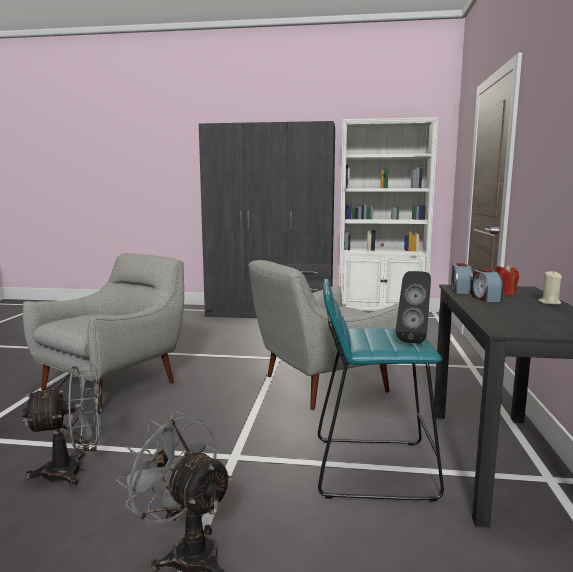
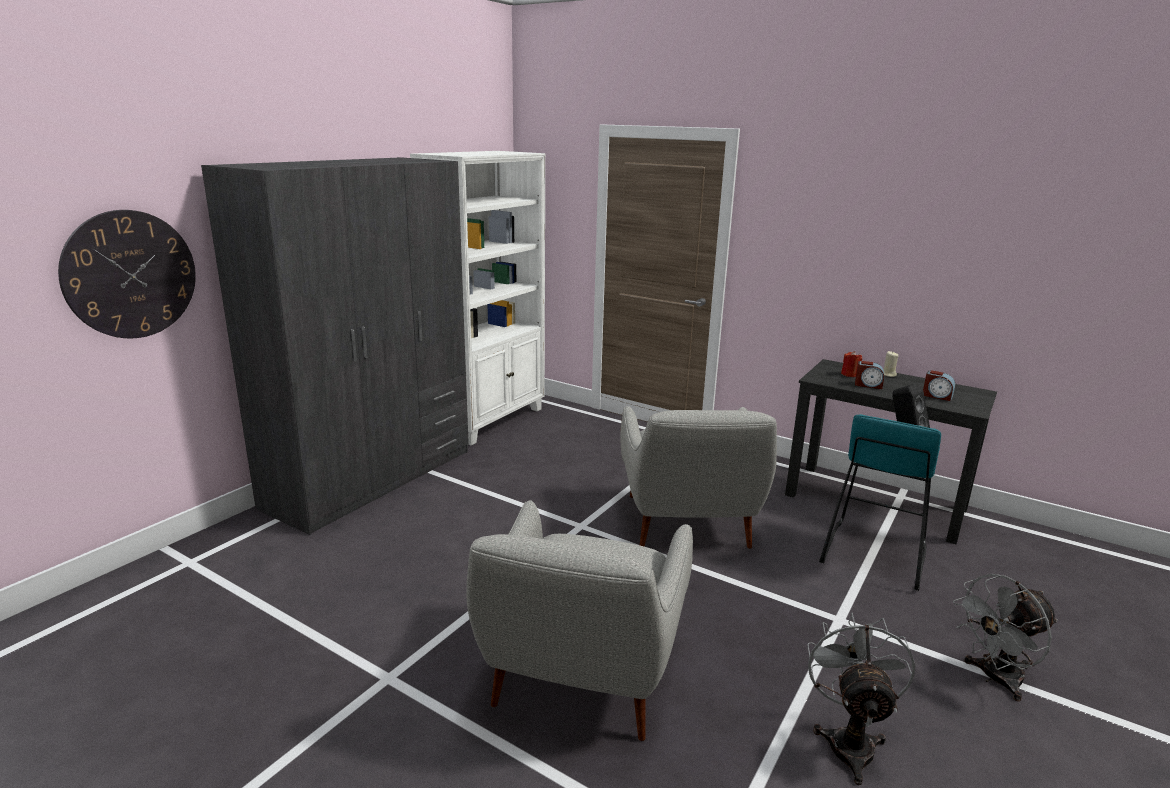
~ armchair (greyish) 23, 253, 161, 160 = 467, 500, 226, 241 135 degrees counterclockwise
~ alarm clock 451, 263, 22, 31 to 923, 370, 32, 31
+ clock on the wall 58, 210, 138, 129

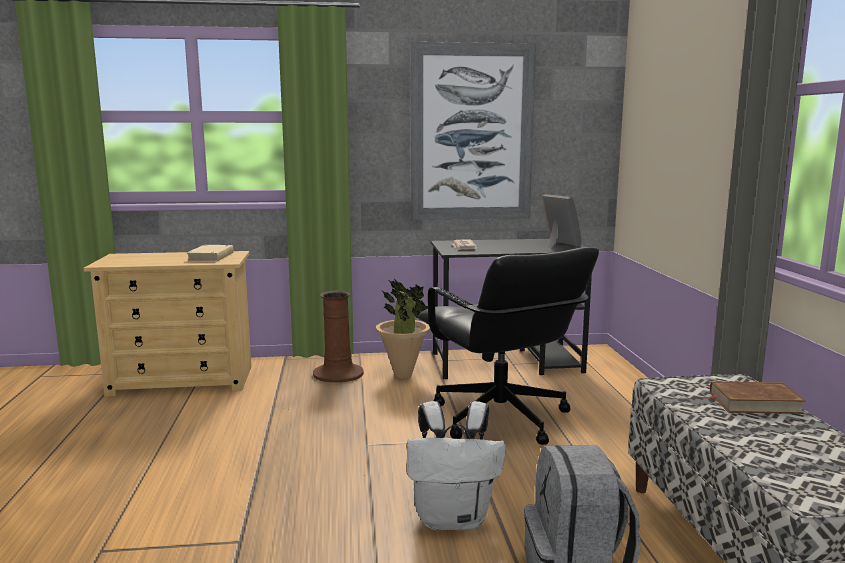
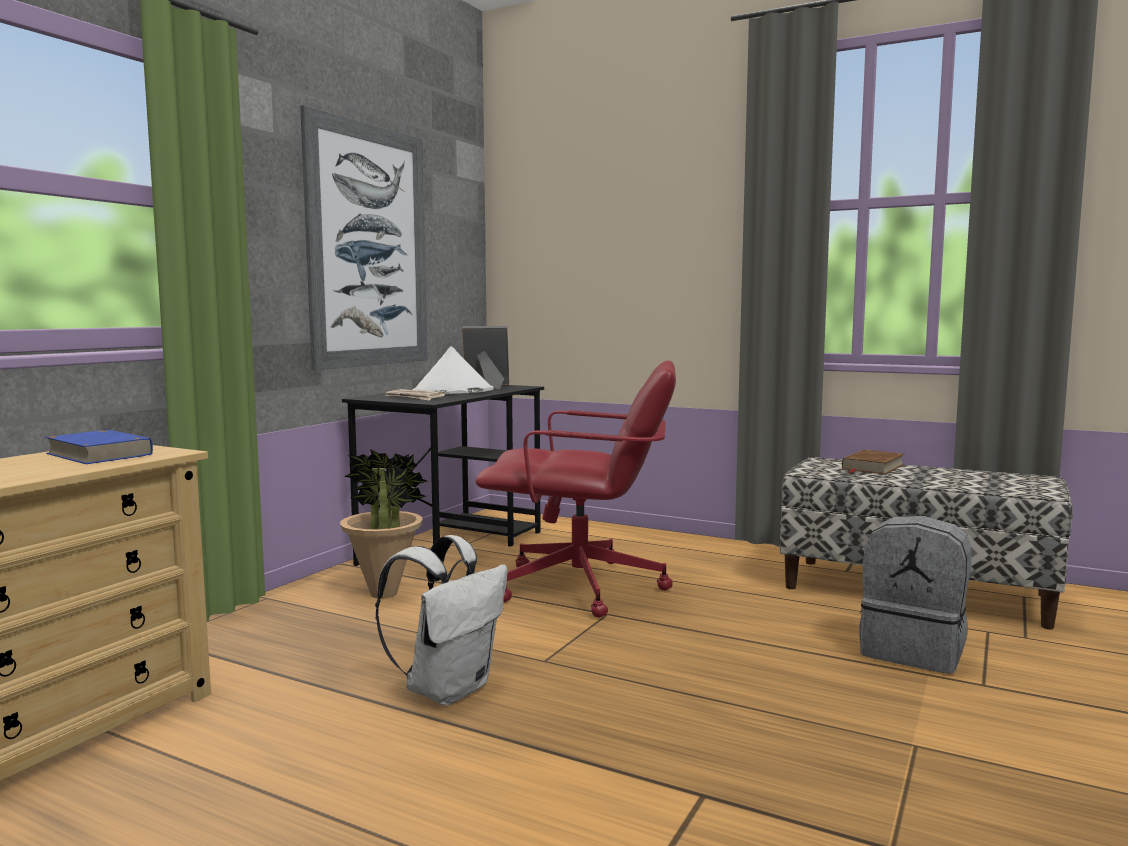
~ book (beige) 187, 245, 47, 17 to book (blue) 45, 430, 108, 34
- flower vase (brownish) 313, 290, 51, 93
~ rucksack (white) 407, 401, 99, 129 to 375, 535, 133, 170
~ office chair (black) 418, 247, 181, 198 to office chair (red) 475, 361, 201, 257
+ clothing hat (white) 412, 346, 82, 48

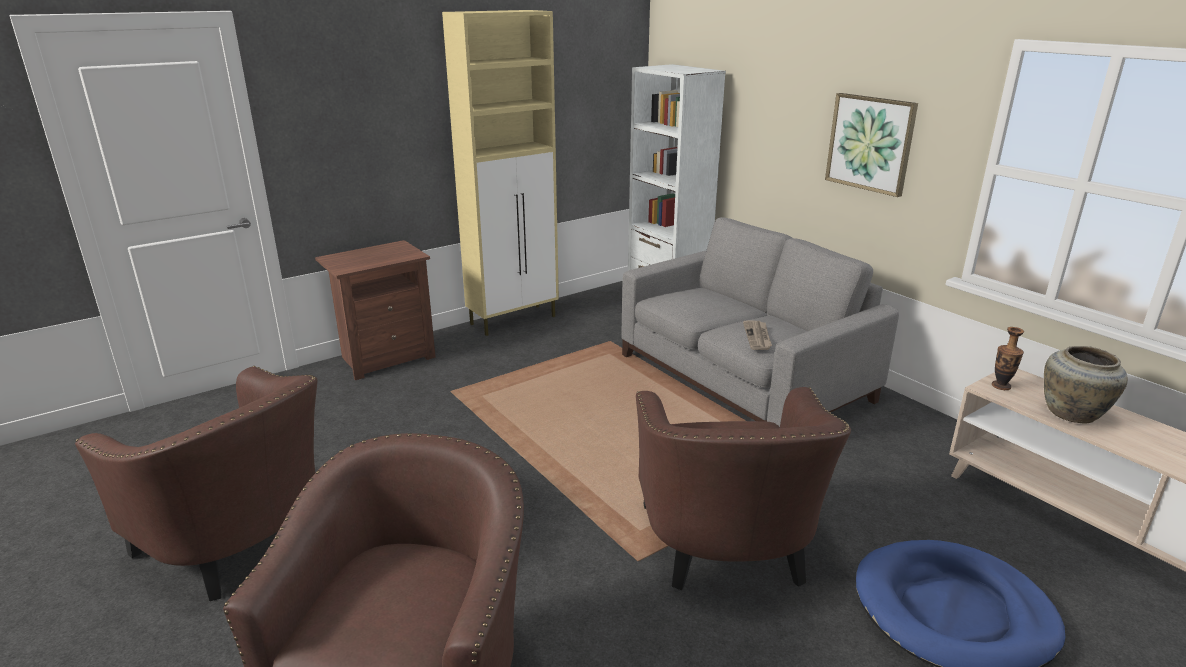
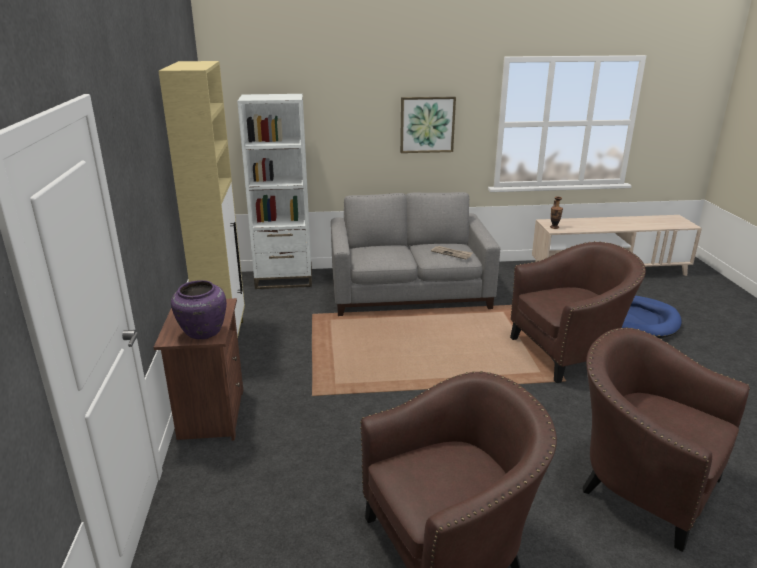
~ armchair (brownish) 636, 387, 215, 203 = 510, 241, 136, 142 45 degrees counterclockwise
- flower vase (beige) 1044, 346, 84, 77
+ flower vase (purplish) 171, 280, 56, 60

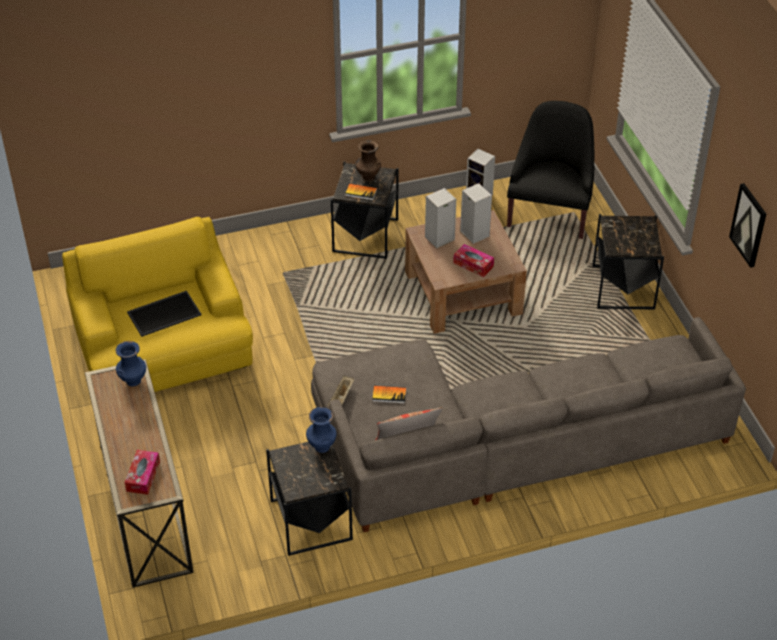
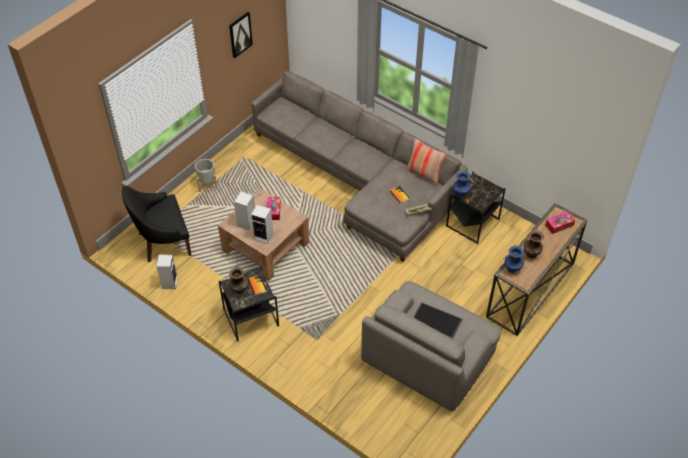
~ armchair (yellow-coloured) 62, 217, 191, 175 to armchair (greyish) 361, 281, 140, 131
~ end table (black) 592, 214, 72, 96 to flower pot (greyish) 195, 159, 23, 33
+ flower vase (brownish) 524, 230, 20, 28

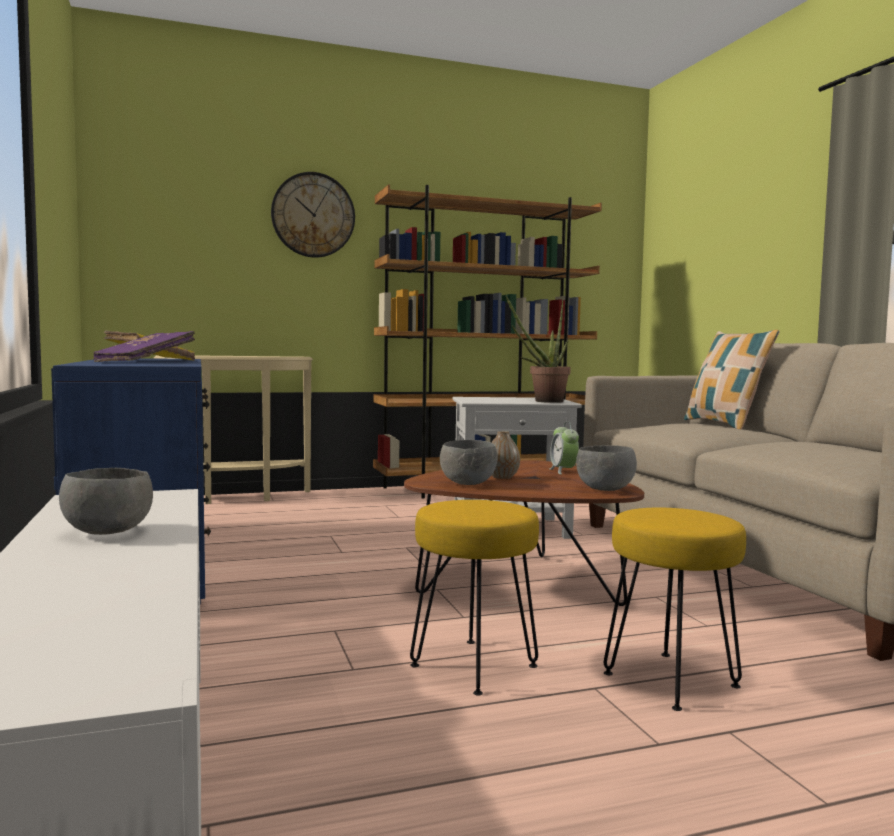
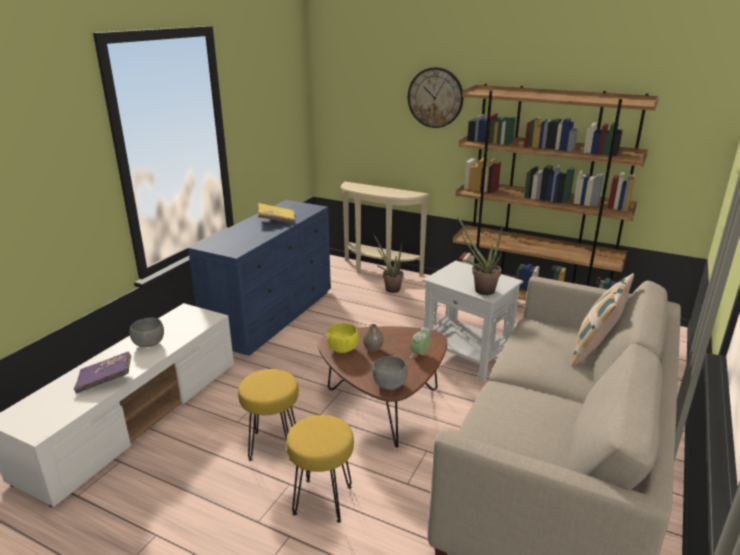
~ book (purplish) 93, 331, 102, 31 to 74, 352, 57, 42
~ deep dish (greyish) 440, 440, 58, 45 to deep dish (yellow-coloured) 326, 323, 33, 30
+ plant in a pot 373, 234, 31, 59

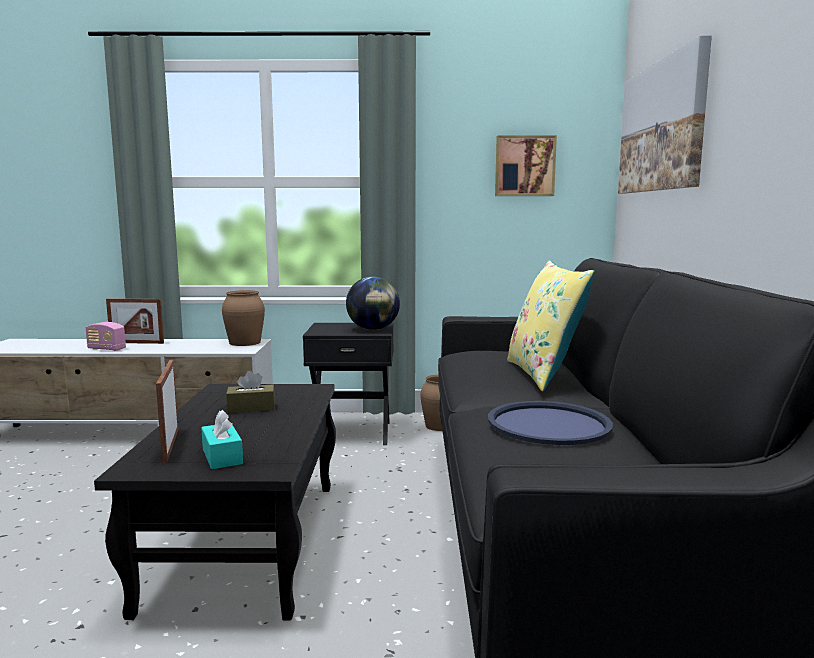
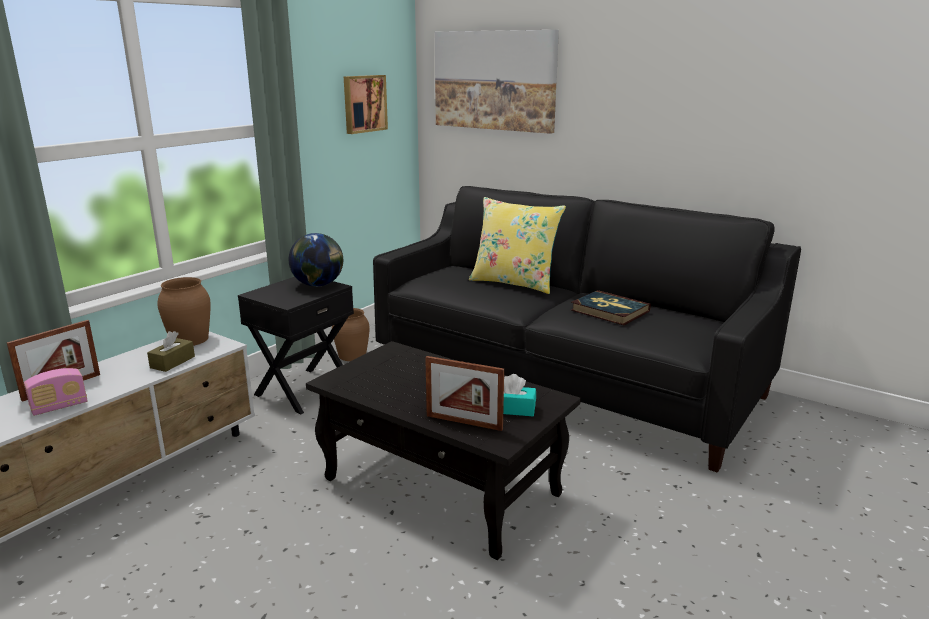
~ tissue box (brownish) 226, 371, 49, 42 to 147, 331, 48, 41
~ tray (blue) 488, 401, 125, 44 to book 571, 290, 80, 35

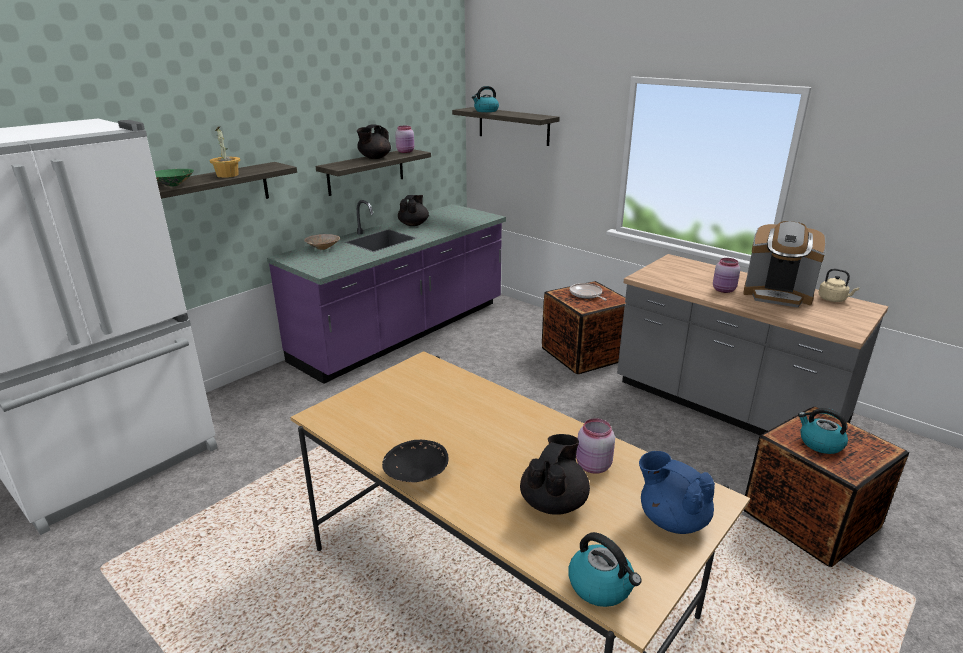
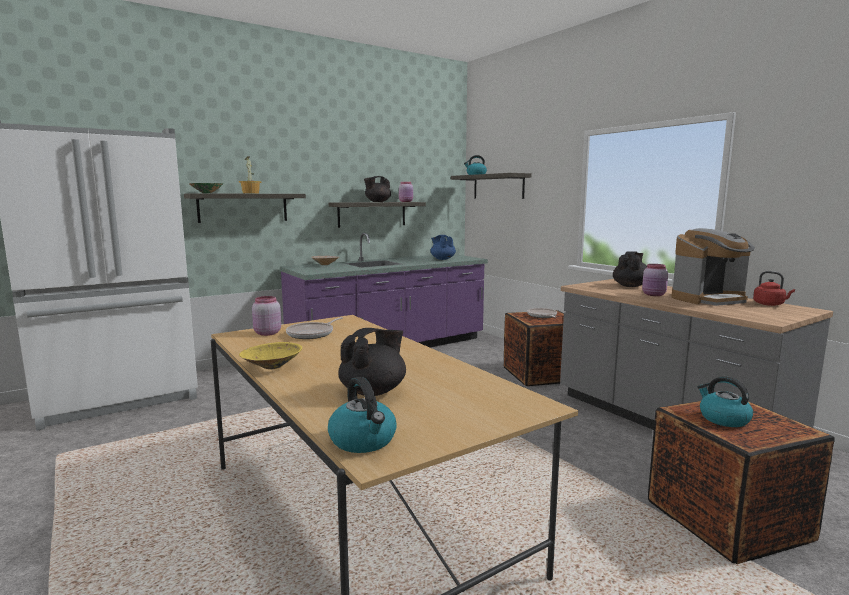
~ deep dish (black) 382, 440, 67, 42 to deep dish (yellow-coloured) 239, 342, 63, 27
~ tea pot (black) 398, 195, 31, 31 to 613, 251, 34, 36
~ jar (pink-coloured) 576, 418, 39, 56 to 252, 296, 29, 40
~ tea pot (blue) 639, 451, 76, 83 to 430, 235, 26, 25
~ coffee brewer 743, 221, 83, 87 = 671, 228, 84, 78 60 degrees counterclockwise
~ tea kettle (beige) 818, 268, 41, 34 to tea kettle (red) 753, 271, 42, 35
+ skillet 286, 317, 57, 22

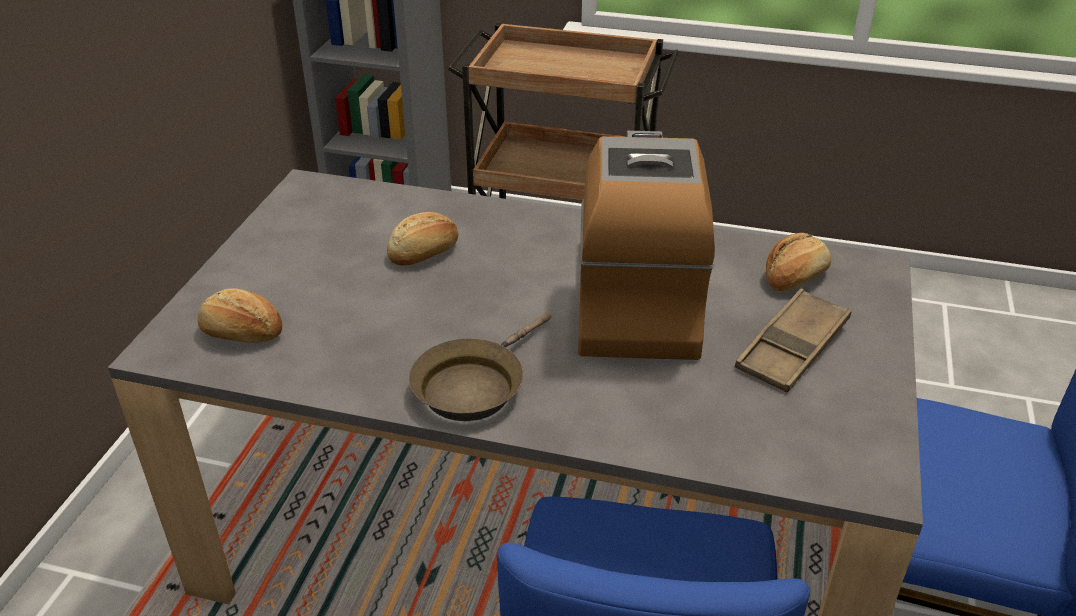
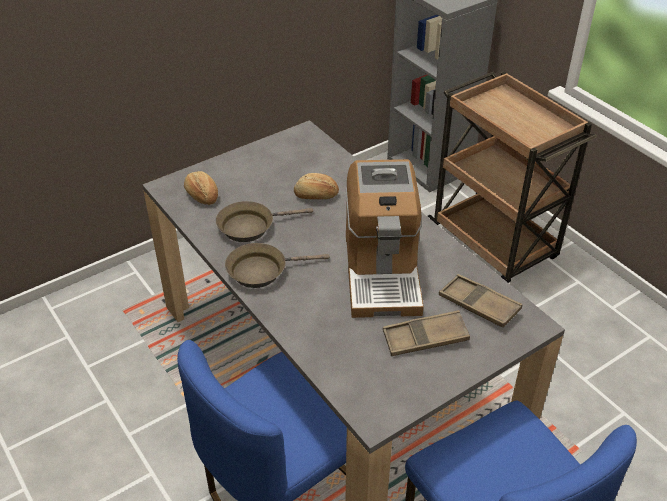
~ coffee brewer 578, 131, 137, 229 = 346, 159, 78, 159 135 degrees clockwise
~ bread 766, 233, 65, 59 to tray (brownish) 439, 274, 83, 53
+ skillet (brownish) 216, 201, 97, 41

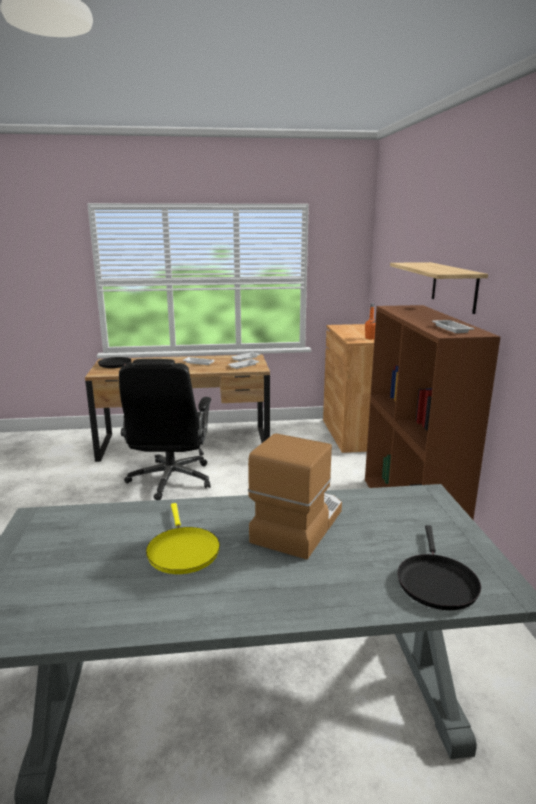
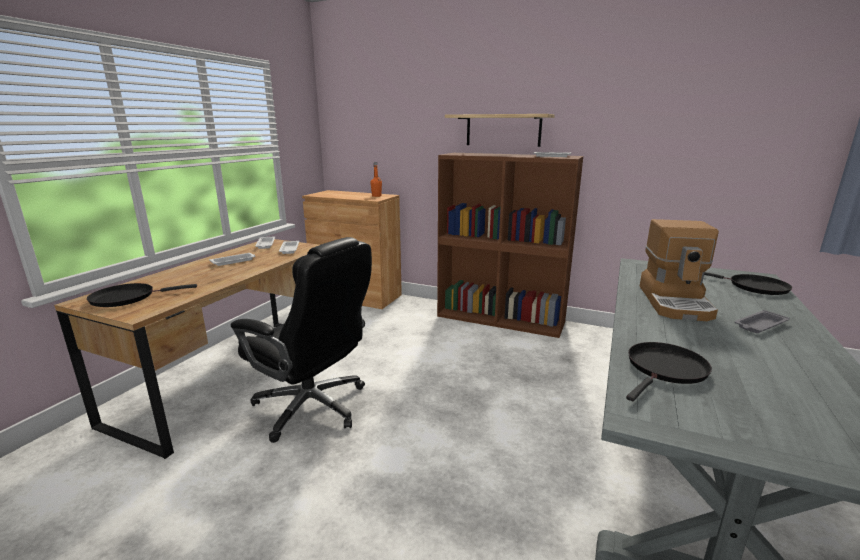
- skillet (yellow-coloured) 146, 503, 74, 71
~ coffee brewer 248, 433, 94, 127 = 640, 219, 79, 102 135 degrees counterclockwise
+ skillet (black) 626, 342, 86, 59
+ tray (greyish) 734, 310, 56, 23

